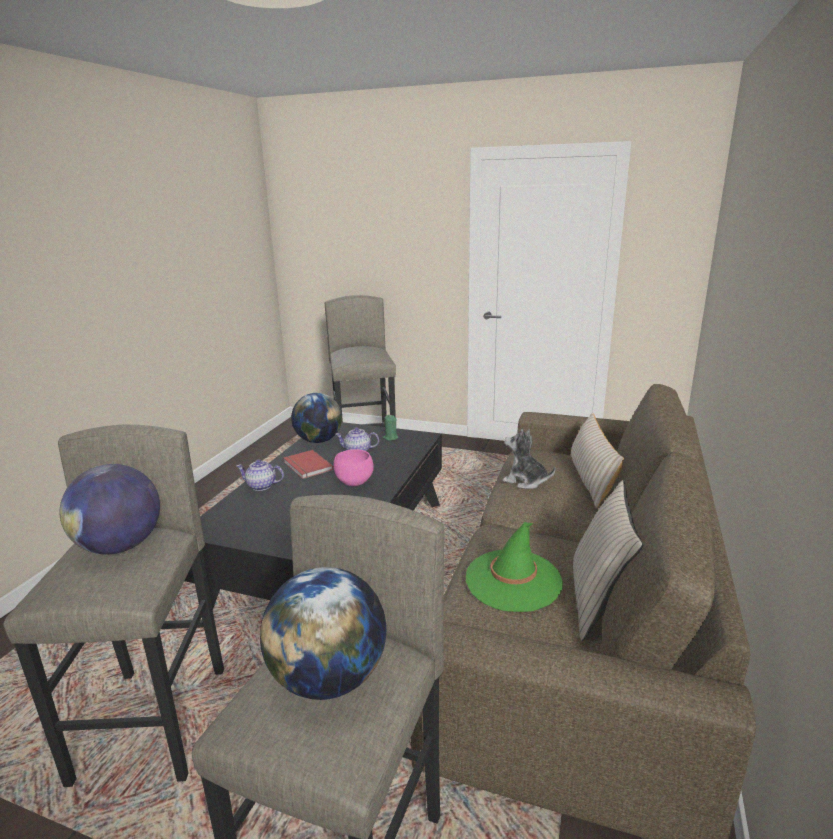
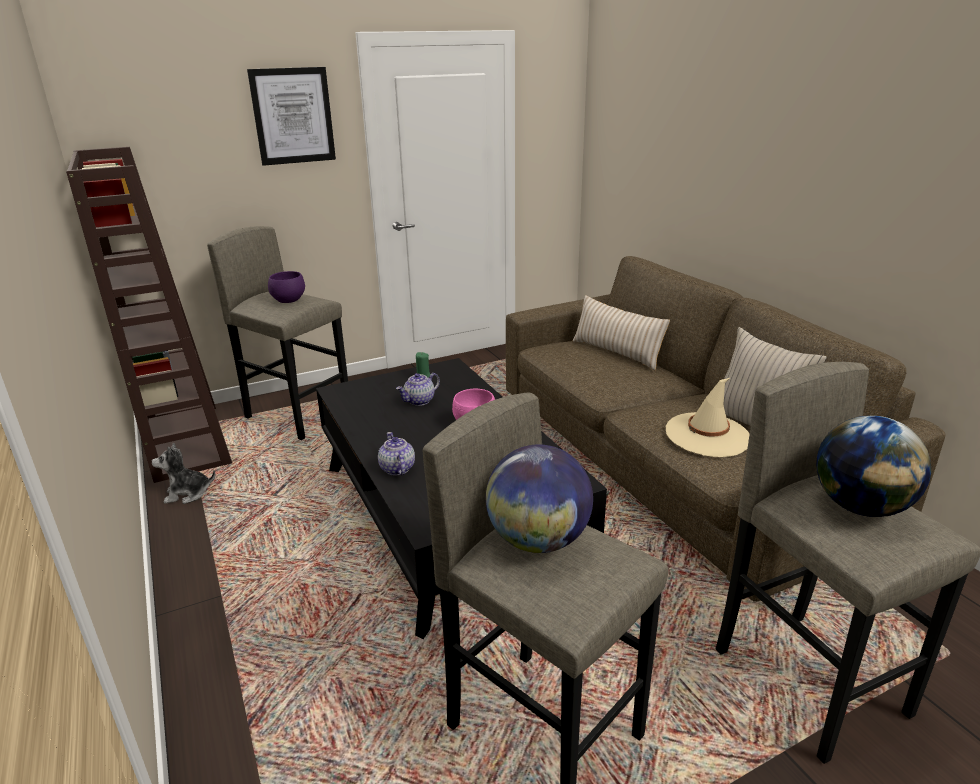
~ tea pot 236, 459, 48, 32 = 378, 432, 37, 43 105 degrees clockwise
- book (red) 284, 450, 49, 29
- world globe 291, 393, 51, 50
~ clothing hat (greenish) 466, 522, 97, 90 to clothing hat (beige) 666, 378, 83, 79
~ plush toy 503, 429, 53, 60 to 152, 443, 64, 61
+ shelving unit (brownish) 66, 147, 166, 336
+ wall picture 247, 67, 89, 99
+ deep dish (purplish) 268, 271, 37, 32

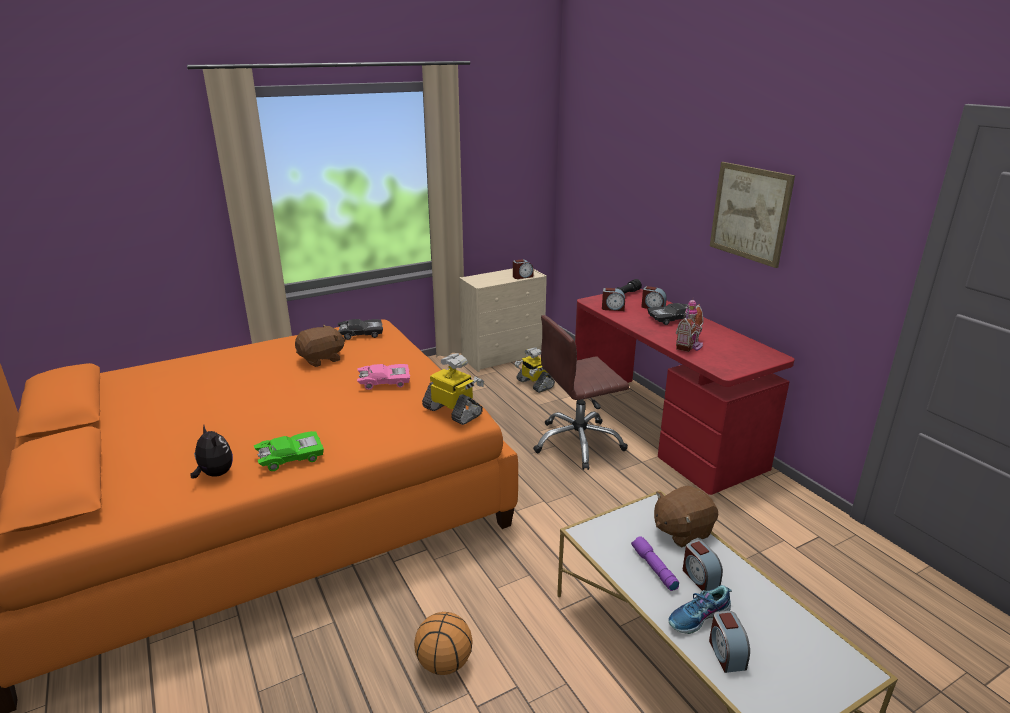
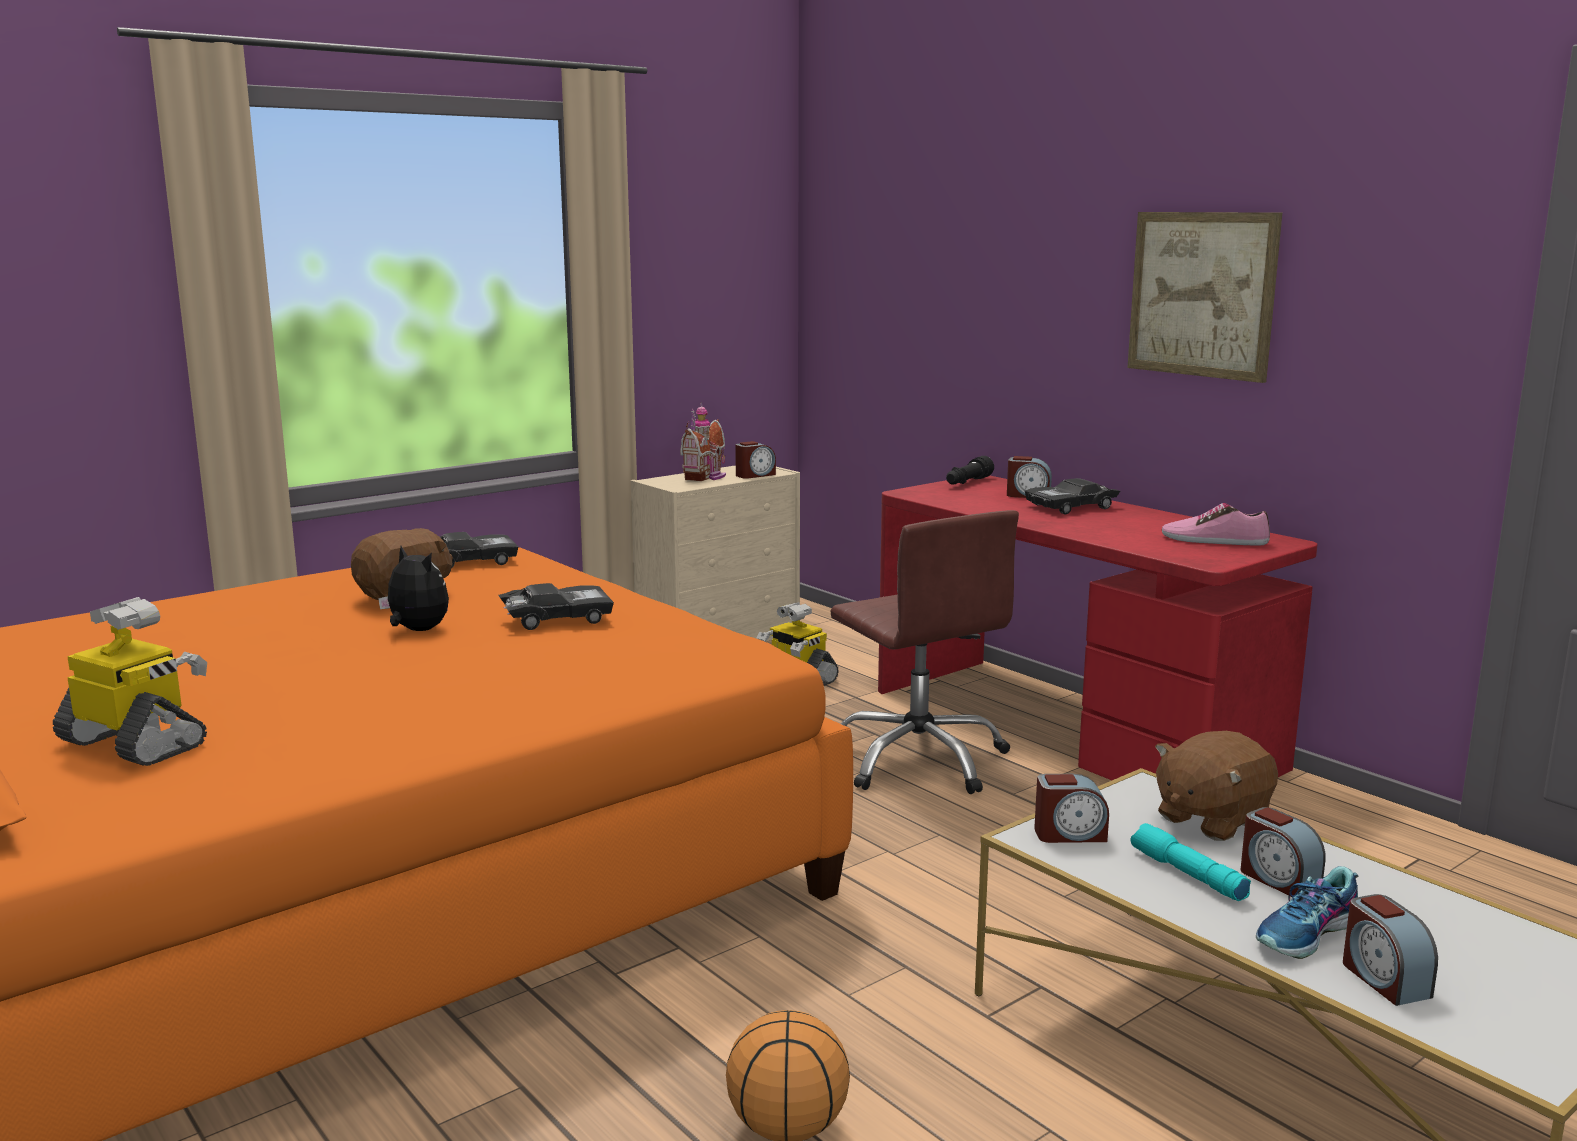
~ plush toy 190, 425, 43, 53 to 378, 546, 71, 85
- toy car (greenish) 254, 431, 70, 40
~ toy car (pink-coloured) 357, 364, 53, 26 to toy car (black) 498, 583, 116, 47
~ robot figure 422, 353, 62, 72 to 53, 597, 154, 169
~ office chair (brownish) 533, 315, 96, 155 = 831, 510, 188, 284 90 degrees counterclockwise
~ alarm clock 602, 288, 23, 23 to 1034, 774, 75, 69
~ hand torch (purplish) 631, 536, 48, 55 to hand torch (blue-green) 1131, 823, 120, 78
~ toy house 676, 298, 27, 54 to 680, 402, 46, 79
+ shoe 1162, 503, 108, 43

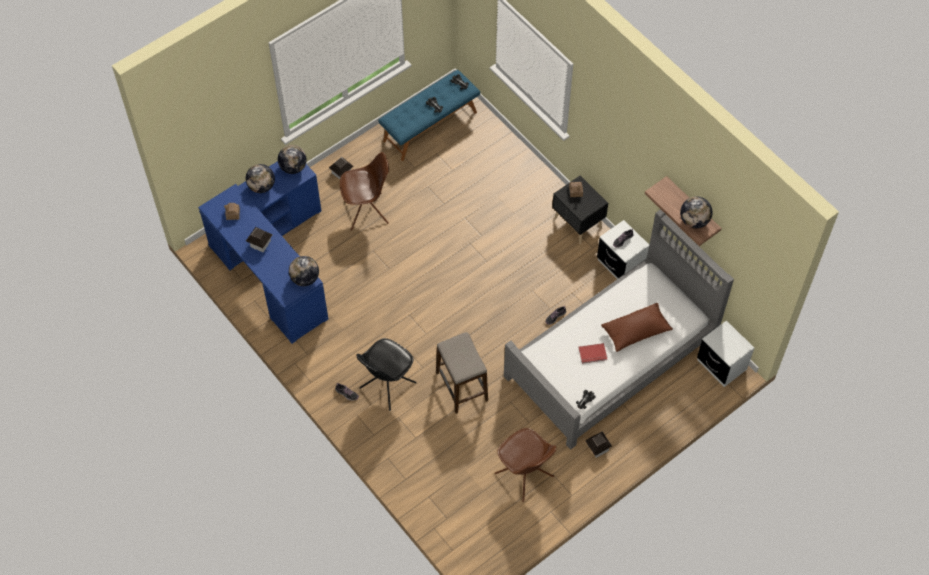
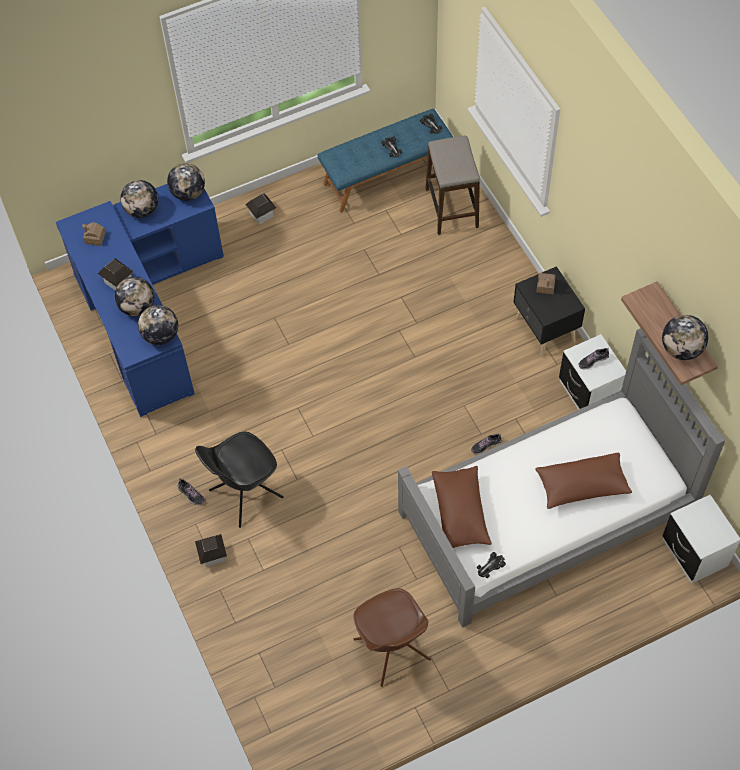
- chair (brownish) 340, 152, 49, 79
~ stool 436, 332, 52, 82 to 425, 136, 55, 99
- book (red) 579, 343, 28, 21
~ toy house 585, 431, 27, 27 to 195, 534, 32, 33
+ world globe 115, 277, 40, 39
+ pillow (brownish) 432, 466, 60, 82

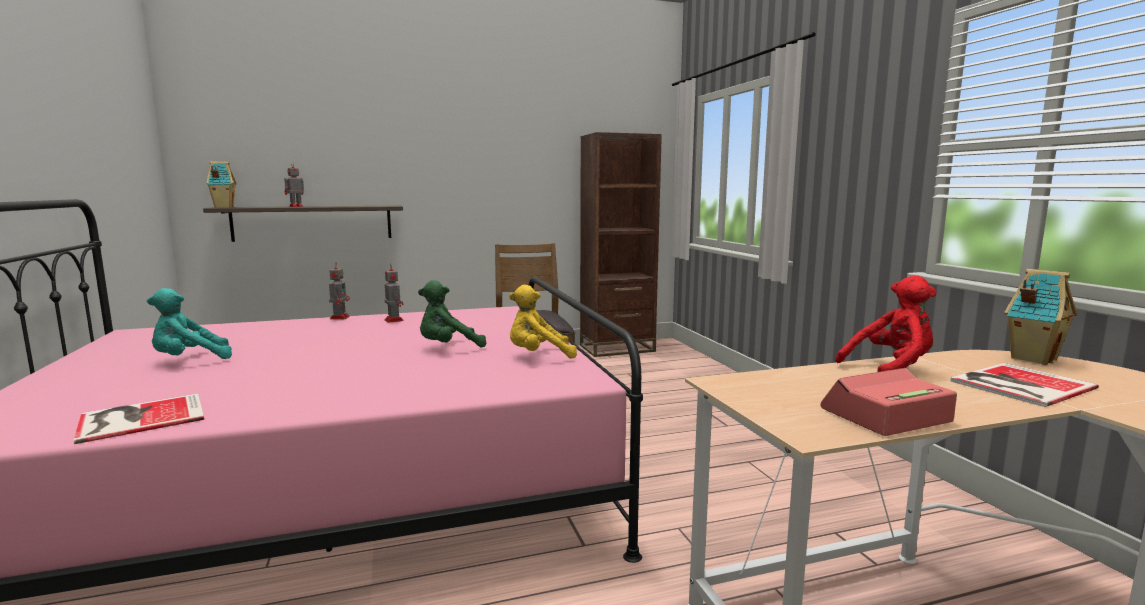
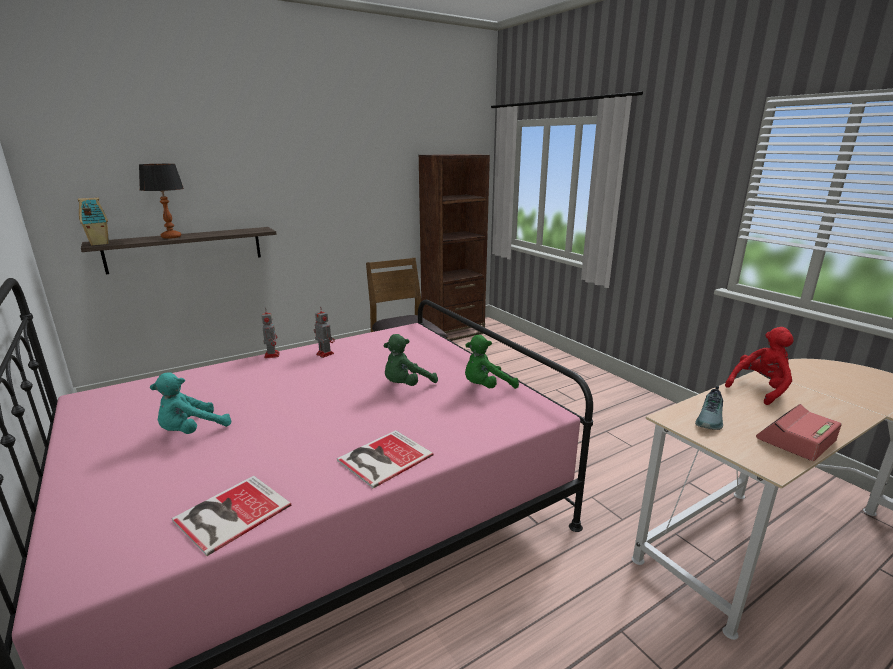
~ robot figure 285, 162, 19, 45 to tabletop lamp 139, 164, 45, 75
~ plush toy (yellow-coloured) 509, 285, 68, 74 to plush toy (greenish) 465, 335, 54, 54
~ book 950, 363, 149, 44 to 337, 430, 97, 58
- toy house 1004, 269, 73, 96
+ shoe 695, 386, 28, 44

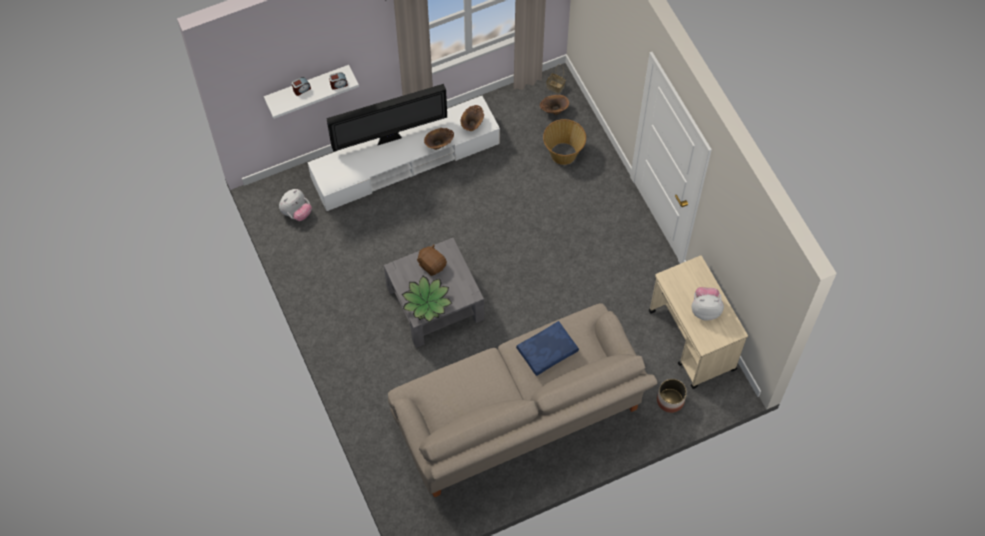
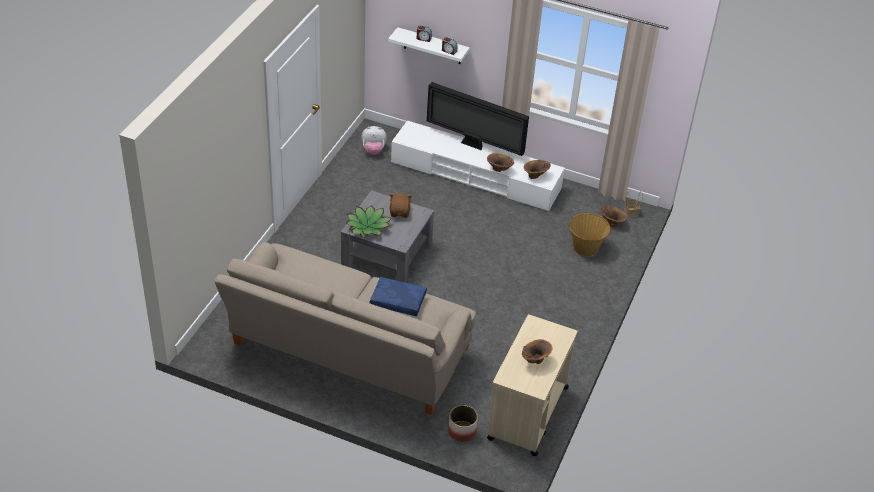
~ plush toy 692, 287, 32, 34 to flower vase (brownish) 522, 339, 31, 25

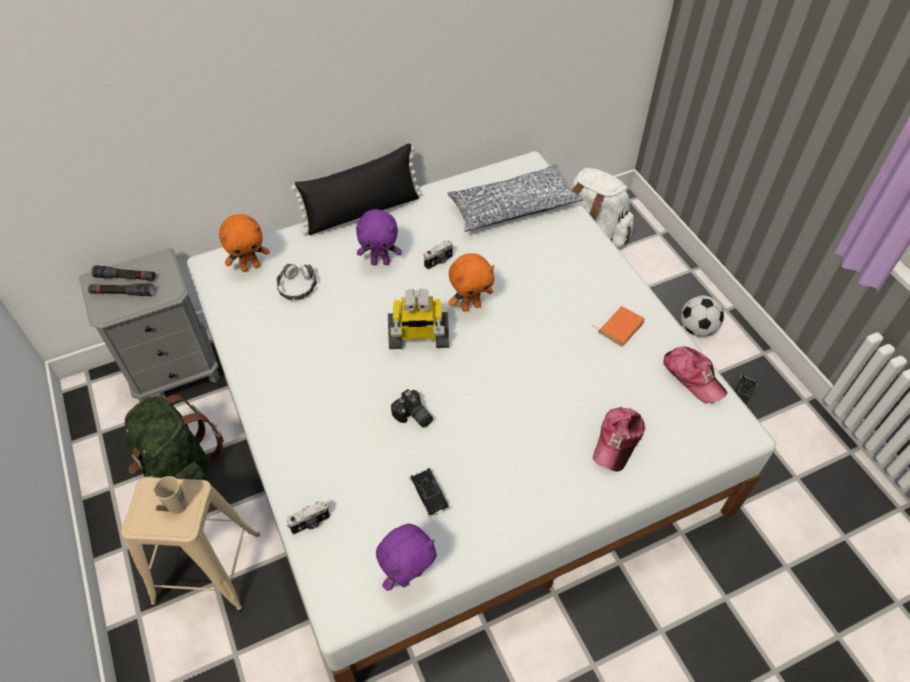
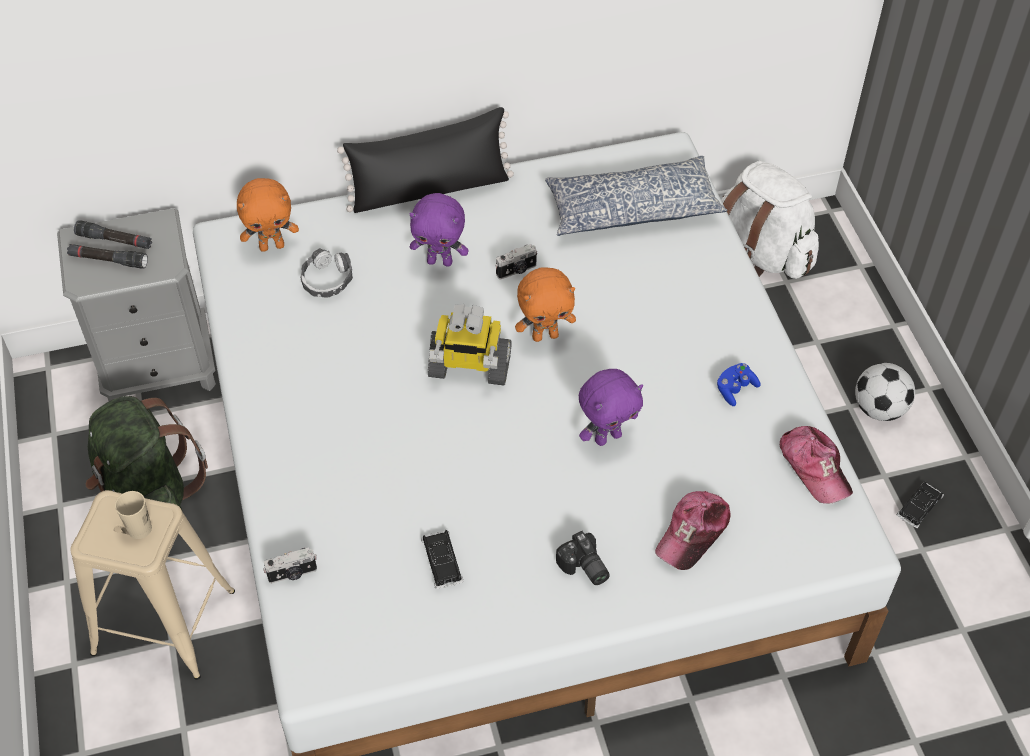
~ plush toy (purplish) 376, 524, 61, 67 to 579, 369, 64, 77
~ photo camera 391, 389, 42, 39 to 556, 531, 54, 54
~ book (orange-coloured) 592, 306, 53, 41 to game controller (blue) 717, 363, 44, 43

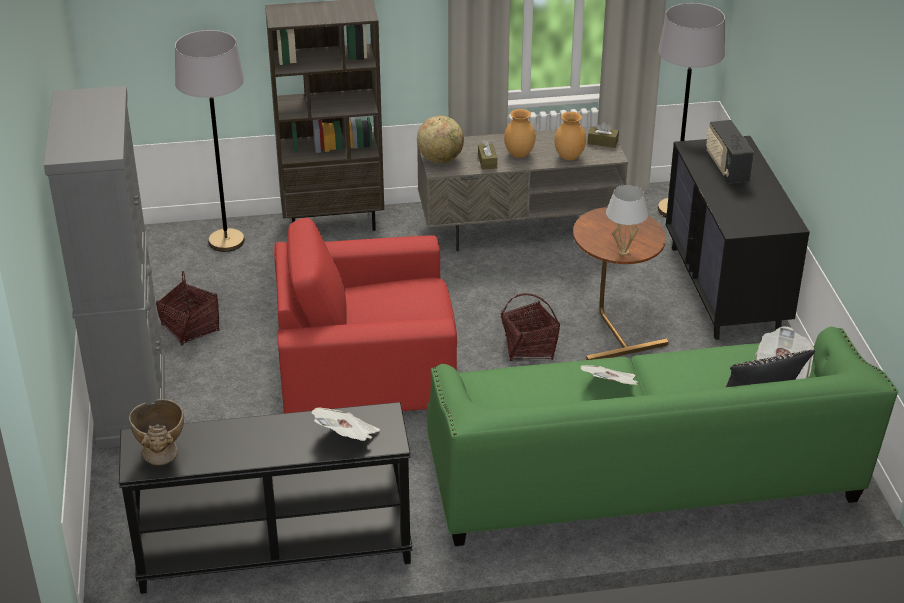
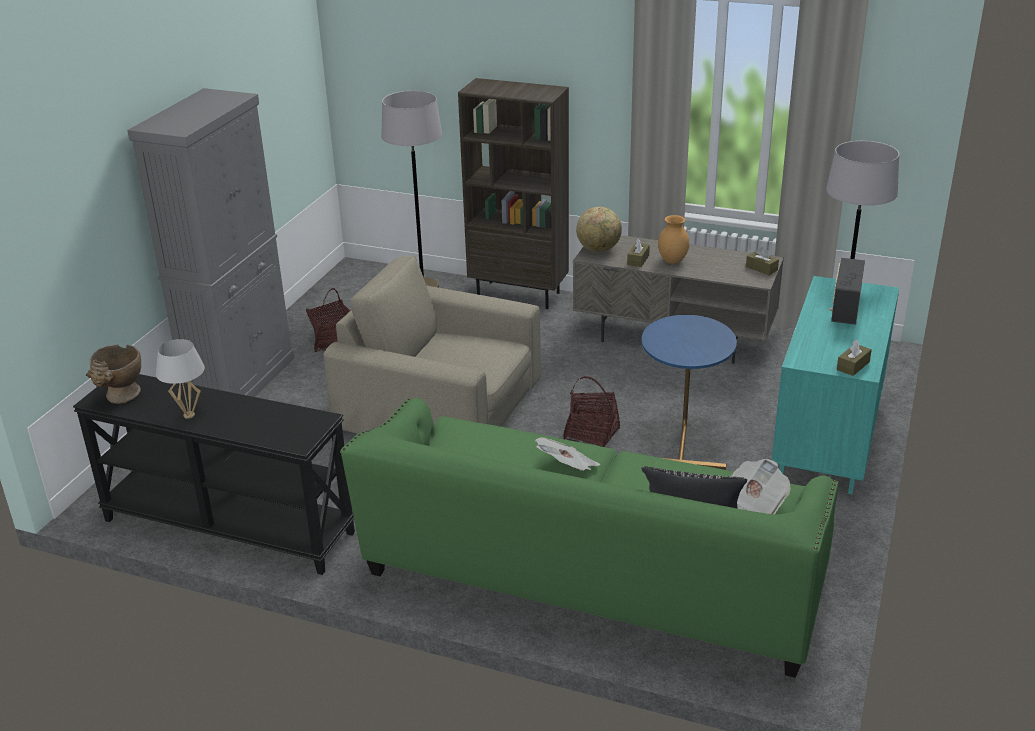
~ armchair (red) 274, 218, 183, 195 to armchair (beige) 323, 256, 218, 178
- printed paper 311, 407, 69, 34
- flower vase (brownish) 554, 112, 32, 49
~ end table (brownish) 573, 207, 96, 153 to end table (blue) 642, 315, 95, 155
~ tabletop lamp (white) 606, 185, 42, 70 to 156, 339, 49, 80
~ drawer chest (black) 666, 136, 144, 204 to drawer chest (blue-green) 772, 276, 127, 218
+ tissue box (brownish) 837, 340, 35, 36

